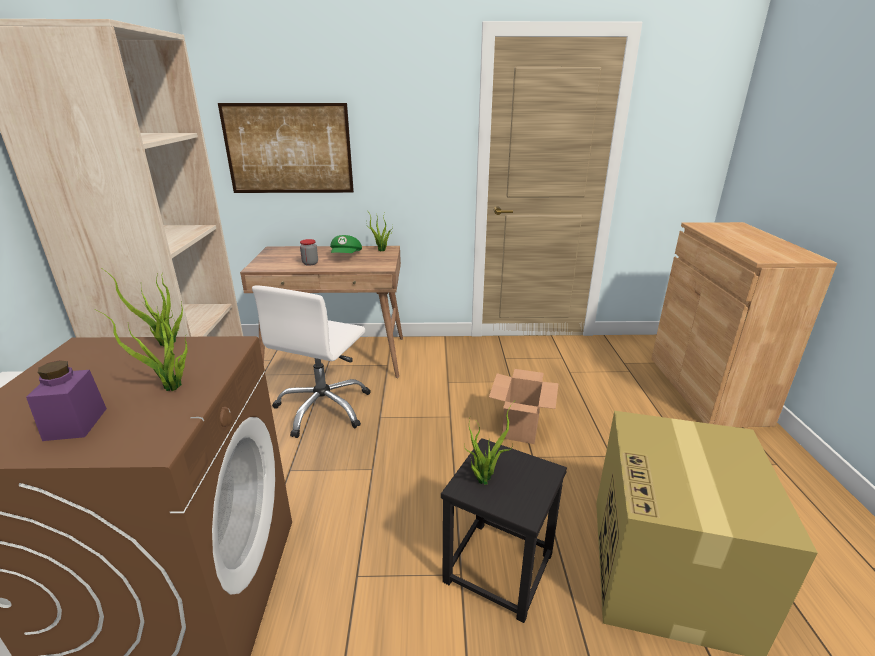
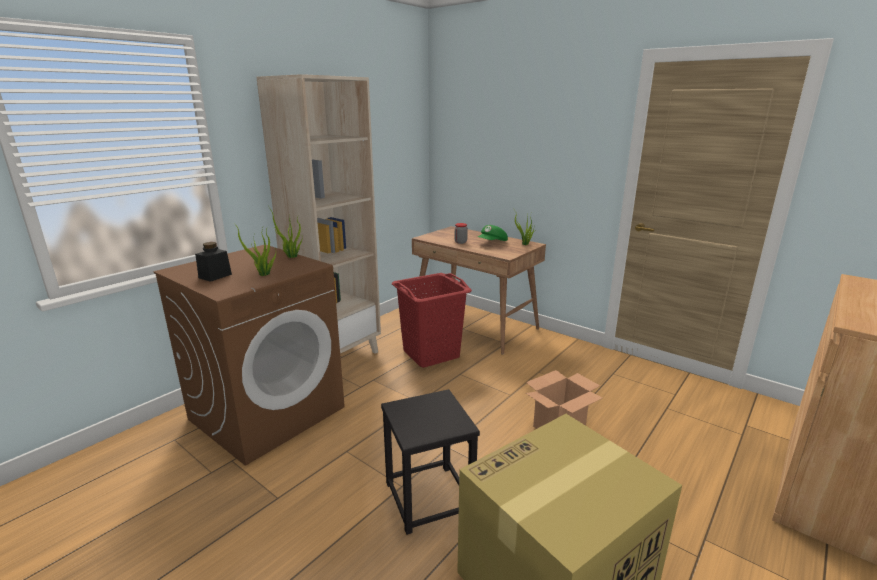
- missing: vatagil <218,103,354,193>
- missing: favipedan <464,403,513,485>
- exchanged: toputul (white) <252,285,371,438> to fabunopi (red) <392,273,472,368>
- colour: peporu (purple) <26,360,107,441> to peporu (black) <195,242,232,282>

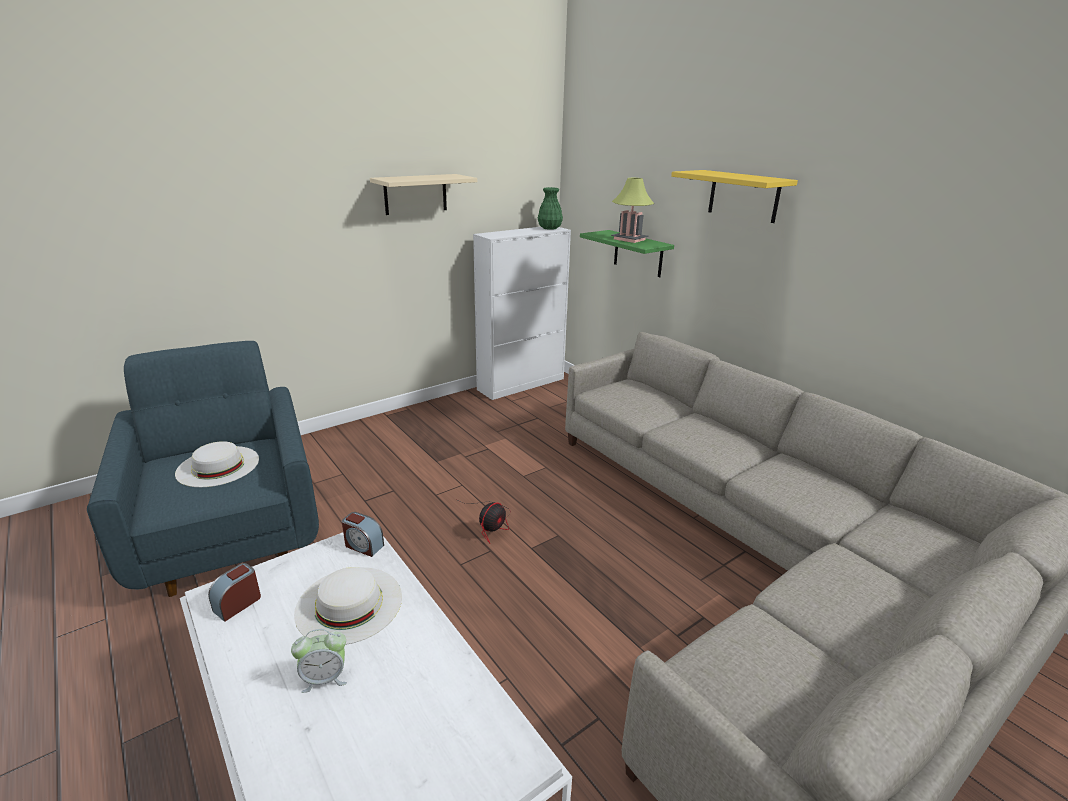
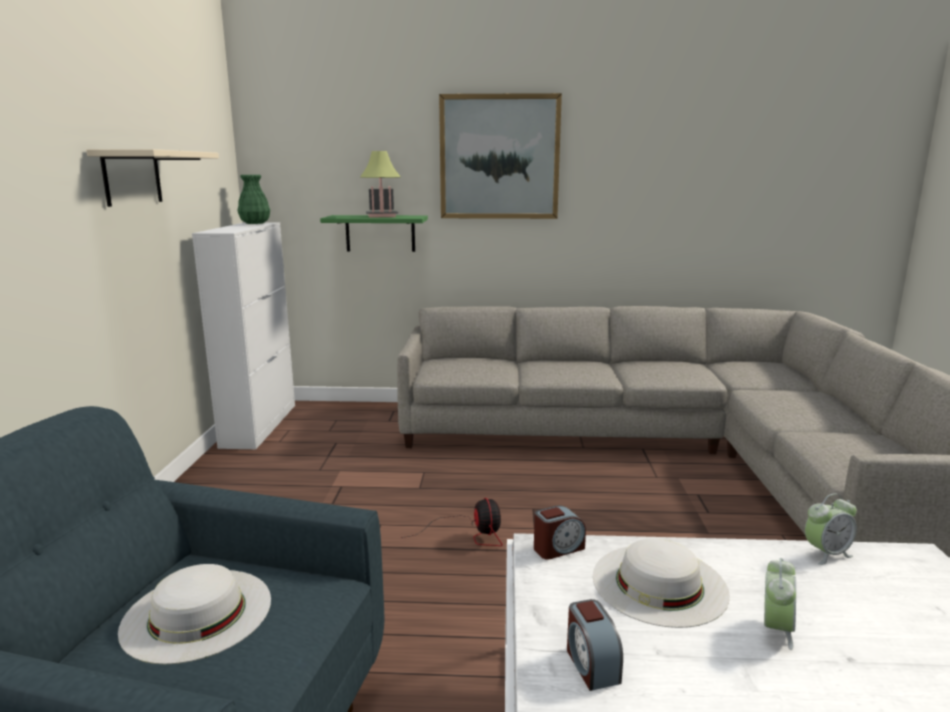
- appeared: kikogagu <805,494,857,565>
- exchanged: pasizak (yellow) <671,170,798,223> to vatagil <439,93,562,219>

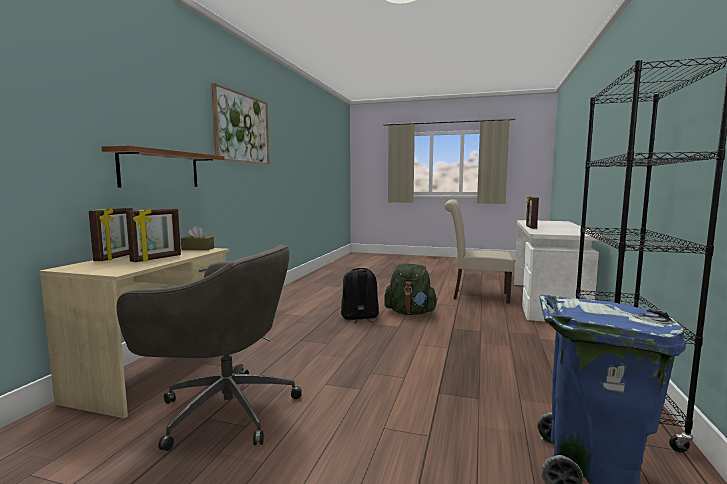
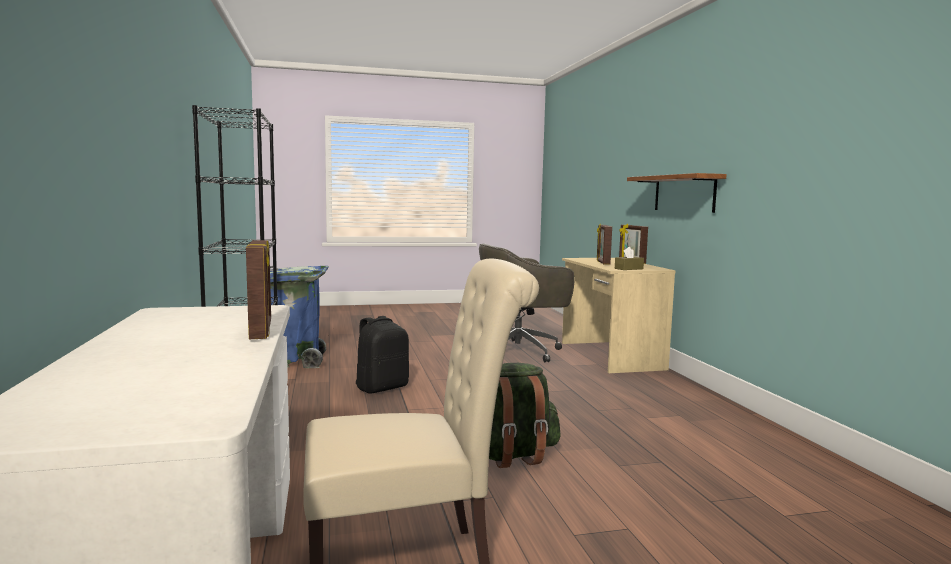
- missing: vatagil <211,83,270,164>
- relocated: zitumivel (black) <341,268,379,324> to <356,316,409,393>

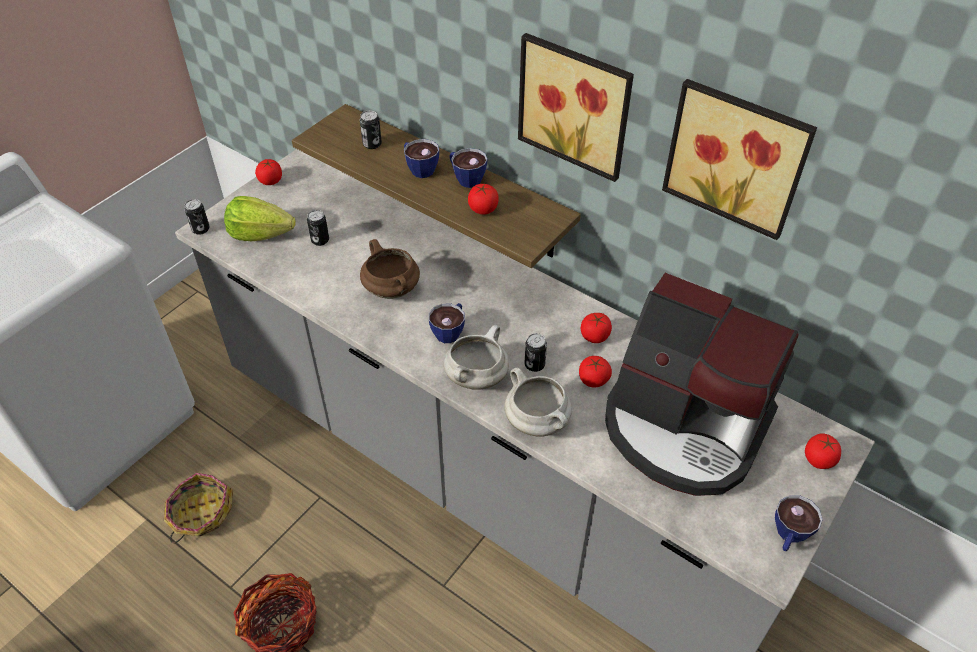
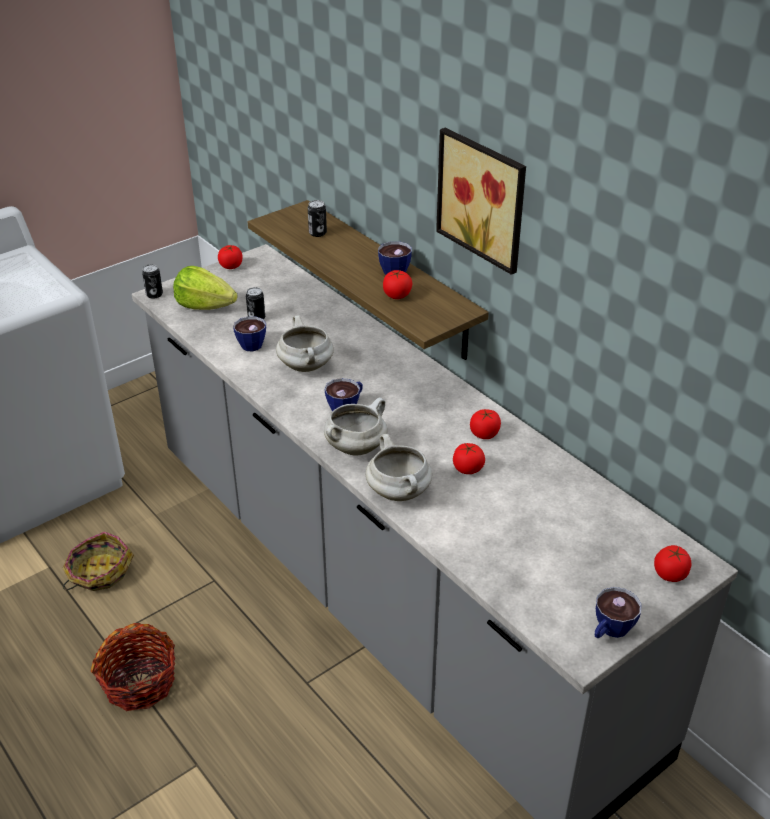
- missing: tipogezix <525,333,547,372>
- missing: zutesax <605,273,798,496>
- missing: vatagil <662,79,817,240>
- relocated: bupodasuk <404,139,439,178> to <233,316,266,351>
- colour: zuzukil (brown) <360,239,420,299> to zuzukil (white) <276,315,334,372>

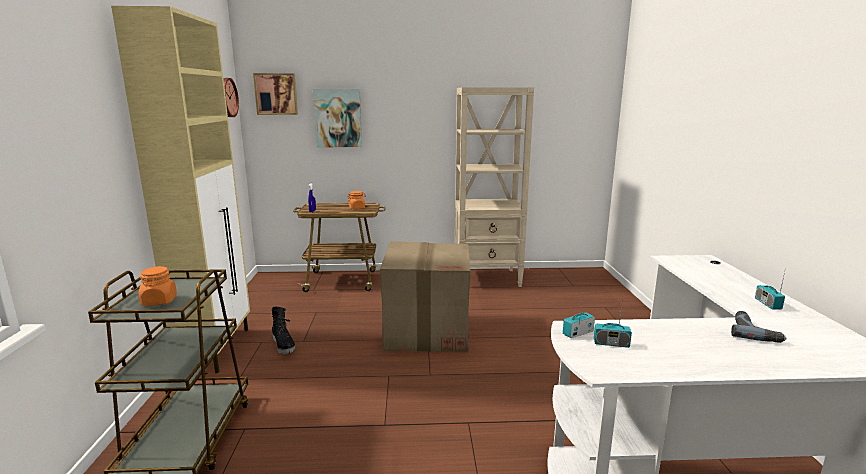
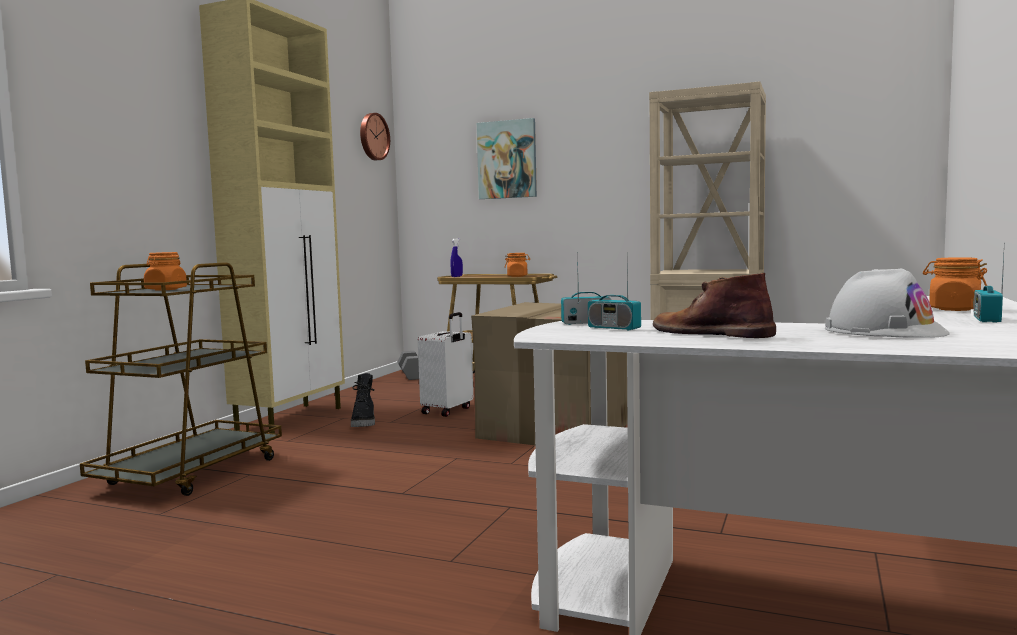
- missing: vatagil <253,73,298,115>
- appeared: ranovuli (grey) <398,351,419,380>
- appeared: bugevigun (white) <418,312,473,417>
- appeared: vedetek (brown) <653,273,776,338>
- appeared: peporu (orange) <923,257,987,311>
- exchanged: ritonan <731,311,787,343> to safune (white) <825,268,950,338>

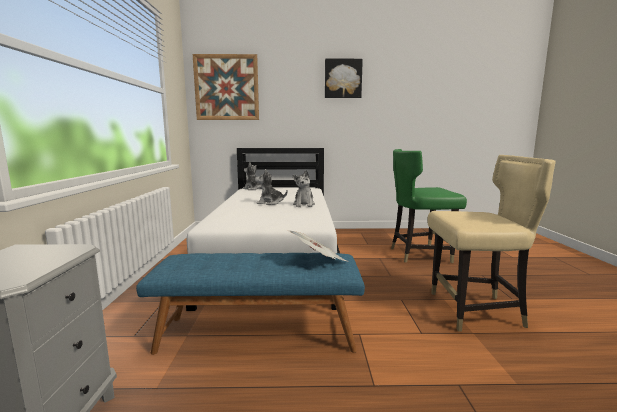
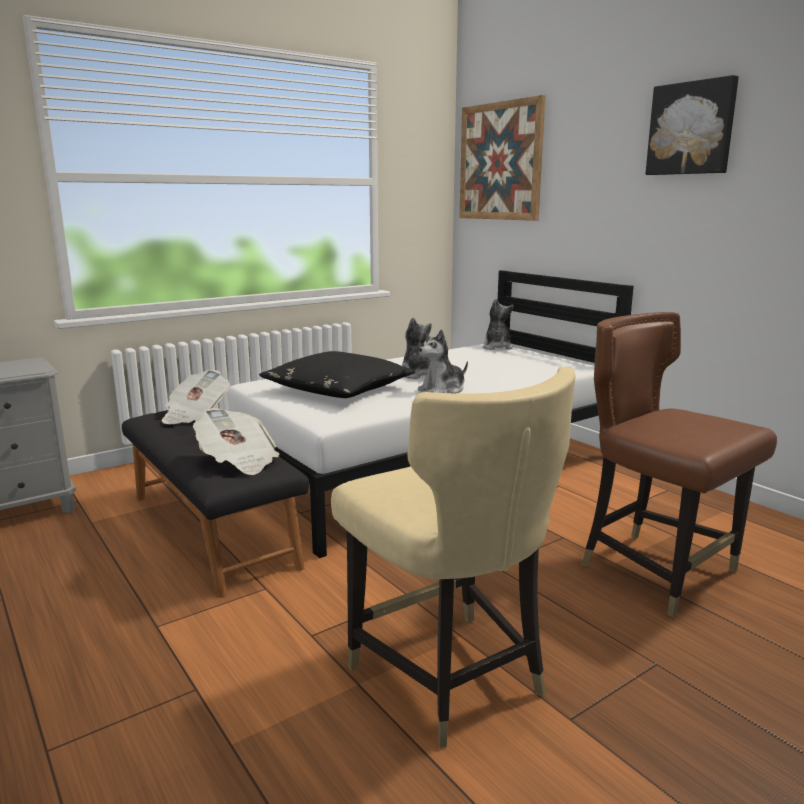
- appeared: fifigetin <161,370,230,424>
- appeared: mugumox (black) <259,351,415,398>
- colour: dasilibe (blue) <136,253,365,355> to dasilibe (black) <122,410,309,598>
- colour: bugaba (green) <391,149,467,263> to bugaba (brown) <581,312,777,617>

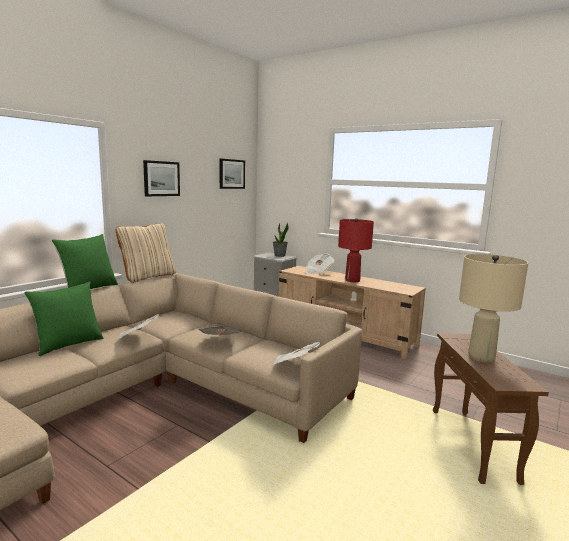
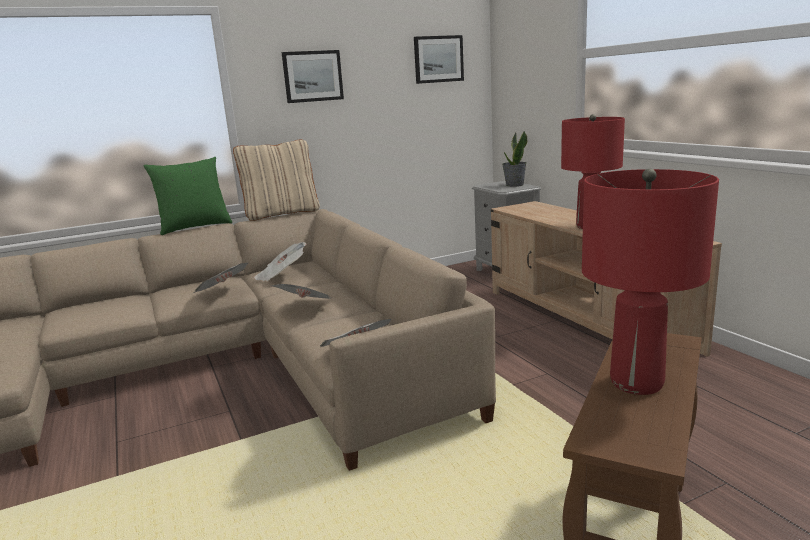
- missing: mugumox (green) <24,281,103,356>
- relocated: fifigetin <305,253,334,274> to <254,242,306,281>
- colour: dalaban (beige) <459,254,528,362> to dalaban (red) <582,169,719,395>

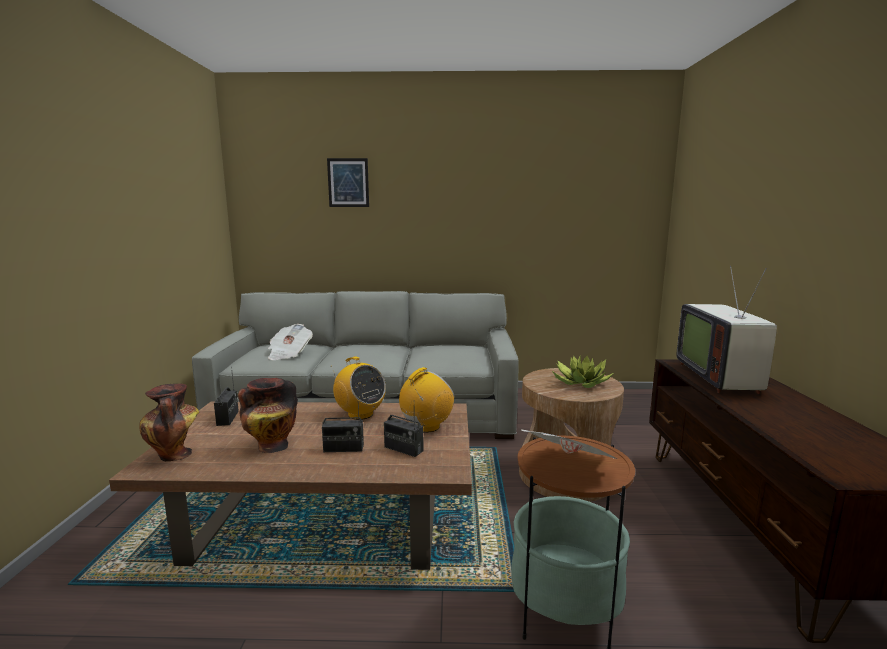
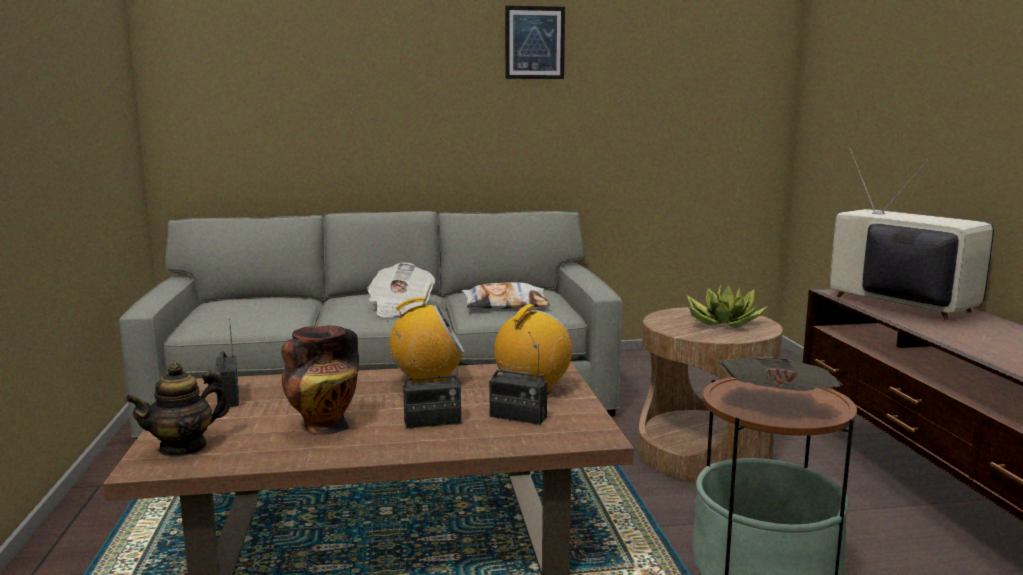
- appeared: mugumox <462,282,550,309>
- relocated: fifigetin <268,324,313,360> to <367,262,435,317>
- relocated: vatagil <327,158,369,207> to <505,6,565,79>
- exchanged: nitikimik <139,384,200,461> to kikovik <125,362,230,457>
- spun: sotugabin <331,357,386,420> = <387,297,464,383> 45 degrees counterclockwise
- spun: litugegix <676,266,777,394> = <830,148,994,320> 150 degrees clockwise

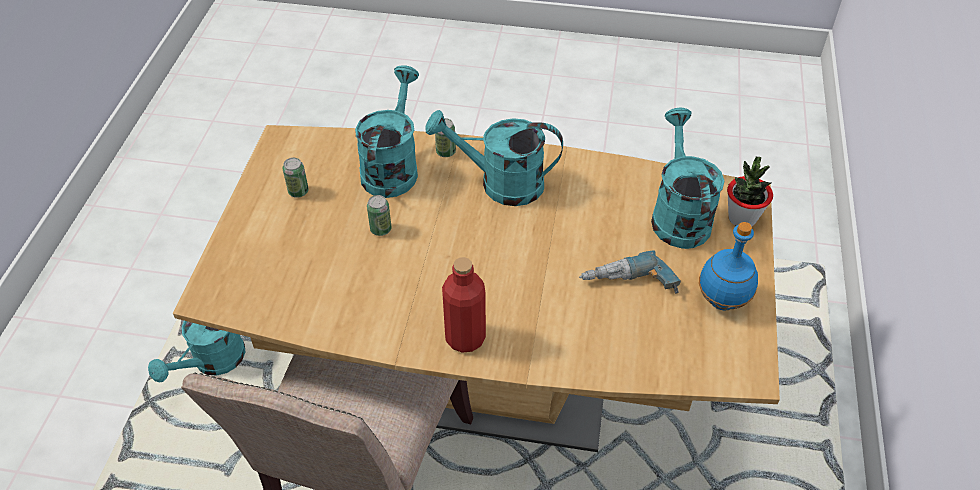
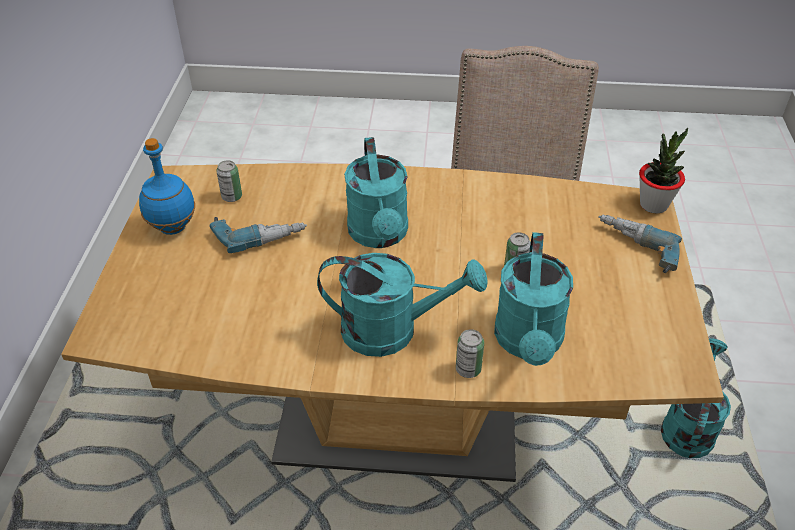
- missing: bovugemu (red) <442,257,486,353>
- appeared: ritonan <598,215,682,273>
- relocated: tipogezix <283,158,309,198> to <216,160,242,202>
- relocated: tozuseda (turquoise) <651,108,724,249> to <344,137,408,248>
- relocated: favipedan <727,156,773,226> to <639,128,688,214>

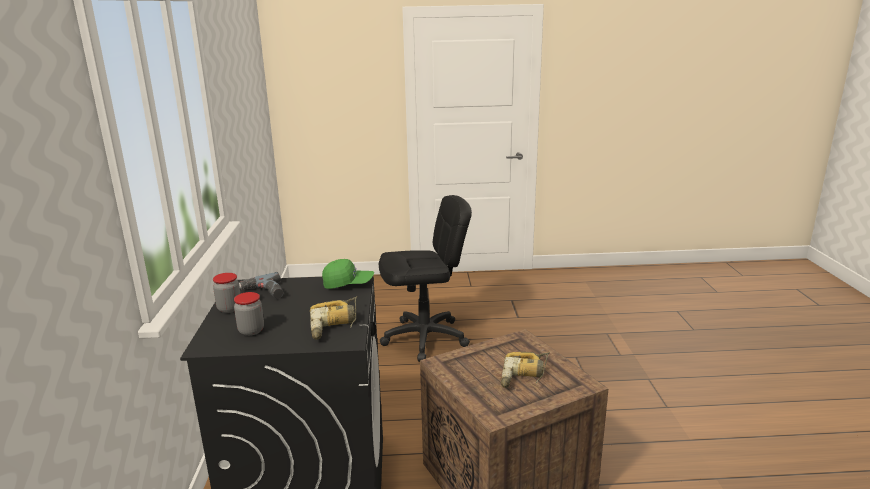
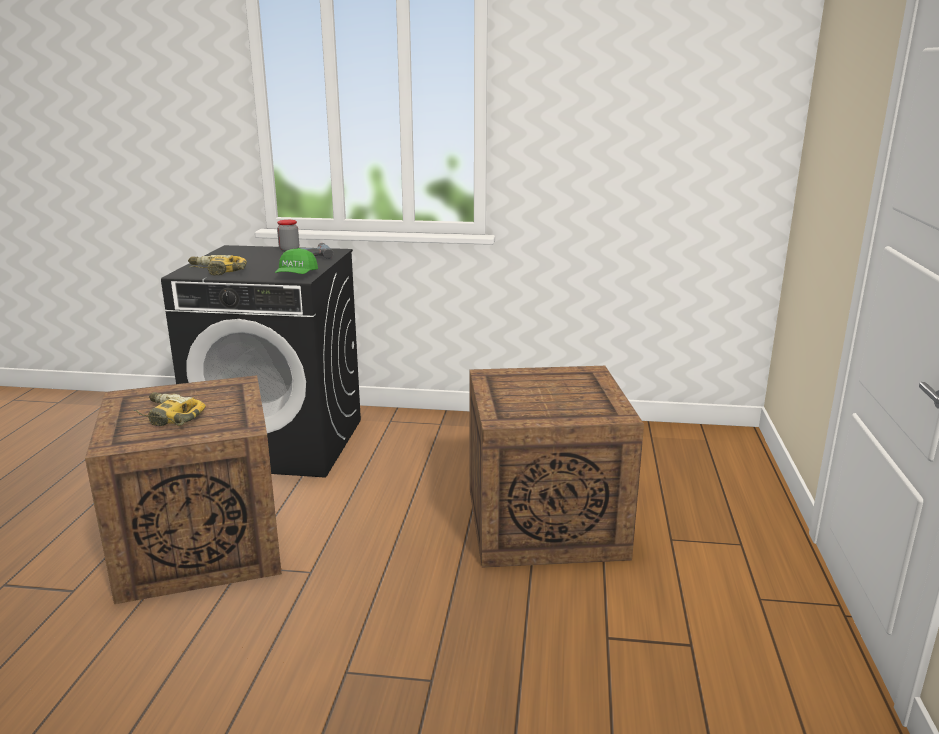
- missing: peporu <234,292,264,336>
- exchanged: toputul (black) <379,195,472,362> to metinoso <470,366,644,568>

